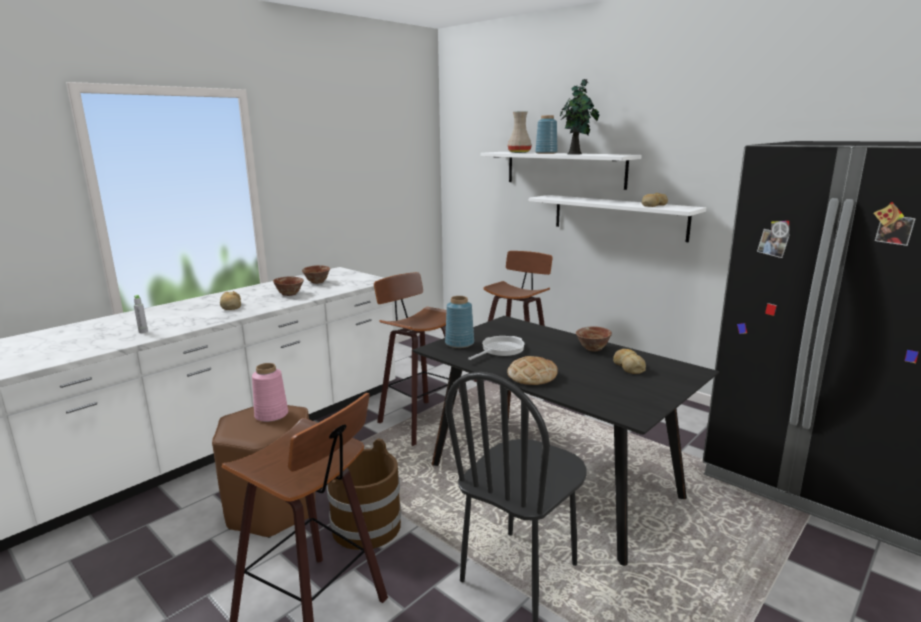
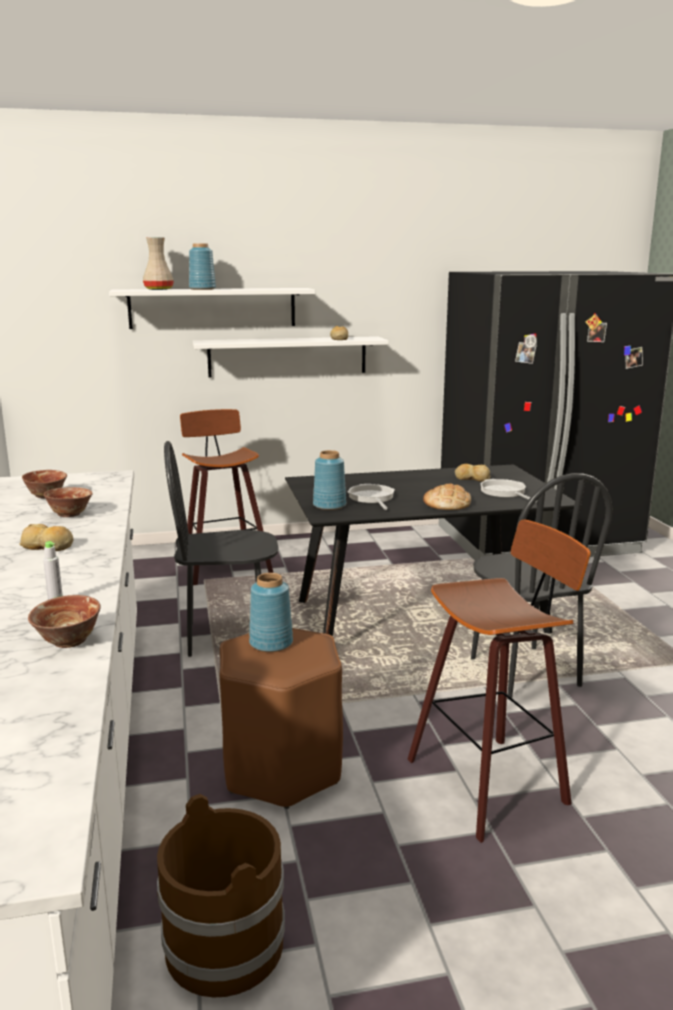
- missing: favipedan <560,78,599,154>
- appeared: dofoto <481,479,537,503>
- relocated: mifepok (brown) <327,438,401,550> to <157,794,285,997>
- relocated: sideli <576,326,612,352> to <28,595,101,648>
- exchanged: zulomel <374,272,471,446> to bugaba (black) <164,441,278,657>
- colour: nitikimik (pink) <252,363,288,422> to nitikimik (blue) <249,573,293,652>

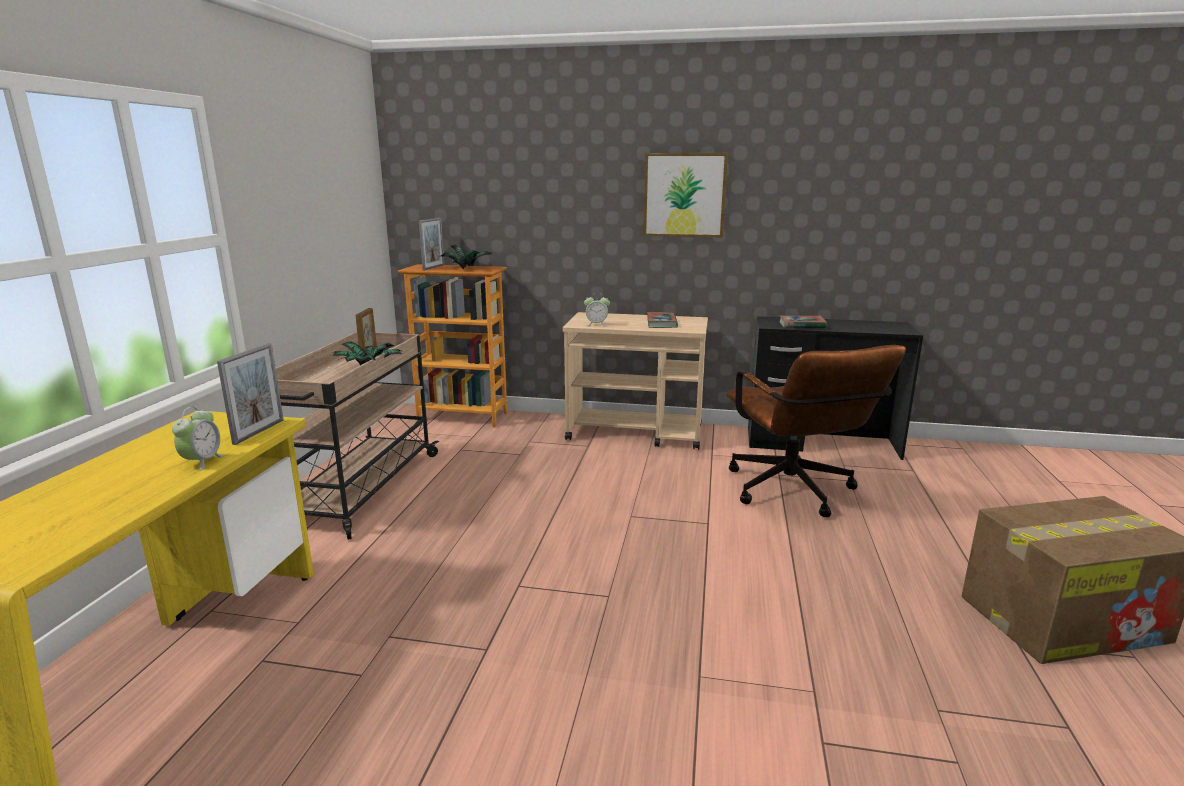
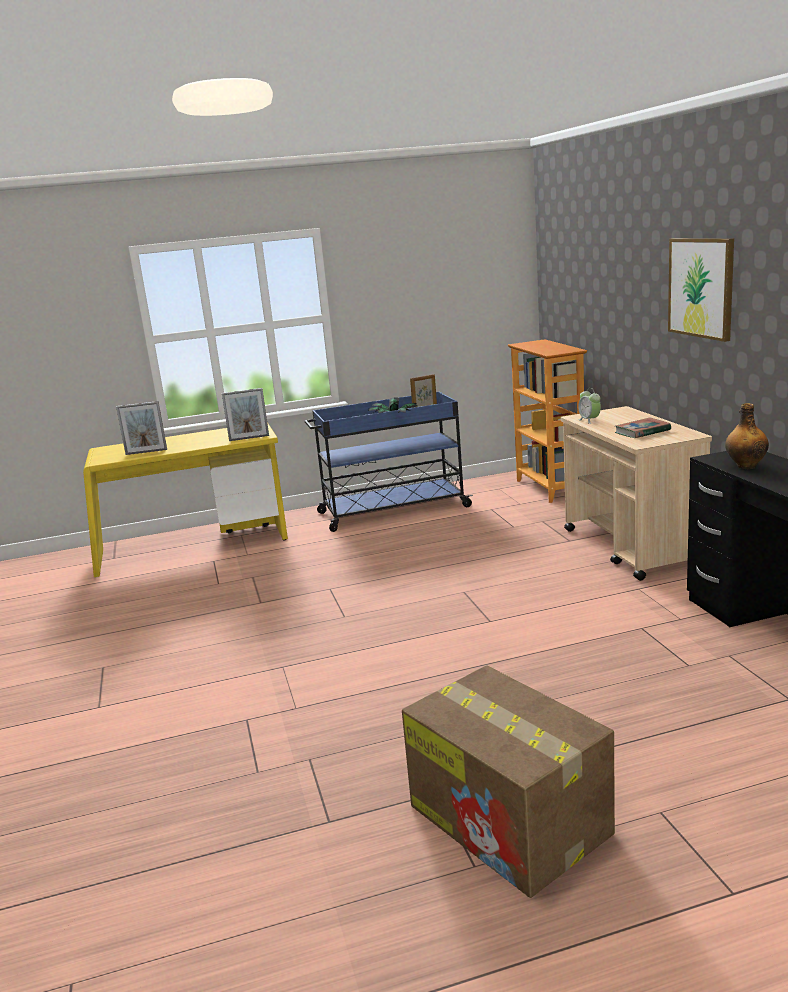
- missing: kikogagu <172,407,225,471>
- missing: favipedan <440,245,493,269>
- missing: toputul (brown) <727,345,906,517>
- relocated: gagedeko <419,218,444,271> to <116,401,167,455>
- exchanged: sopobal <779,315,827,328> to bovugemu <725,403,769,469>
- colour: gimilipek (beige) <276,332,439,540> to gimilipek (blue) <304,392,473,532>

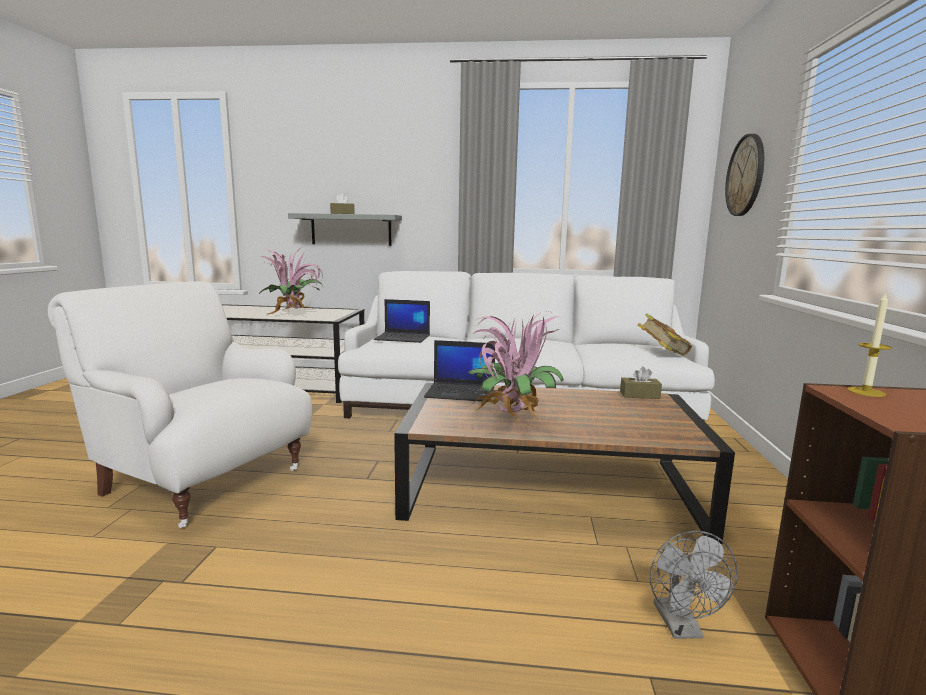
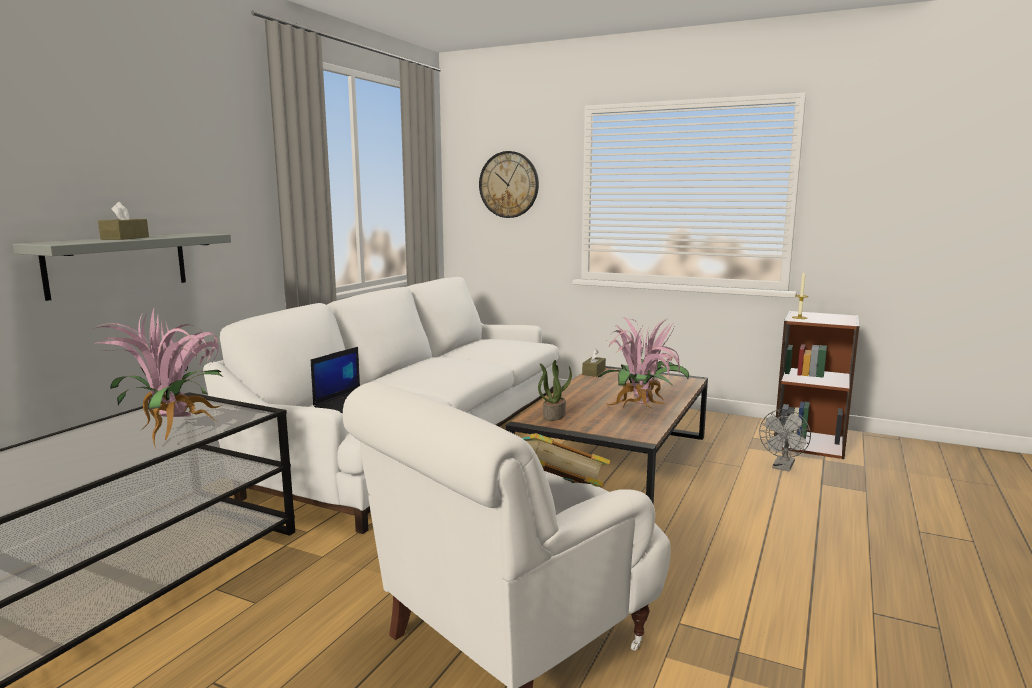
- relocated: sopobal <638,314,692,356> to <522,433,611,487>
- exchanged: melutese <424,340,495,402> to favipedan <538,360,572,421>
- spun: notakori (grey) <650,531,738,639> = <759,409,811,471> 105 degrees clockwise

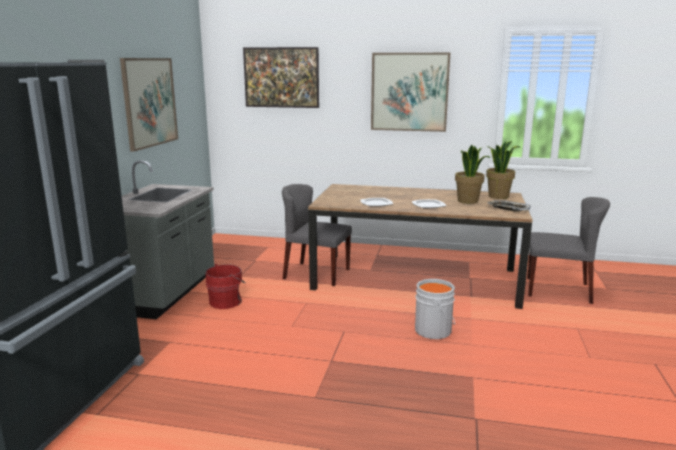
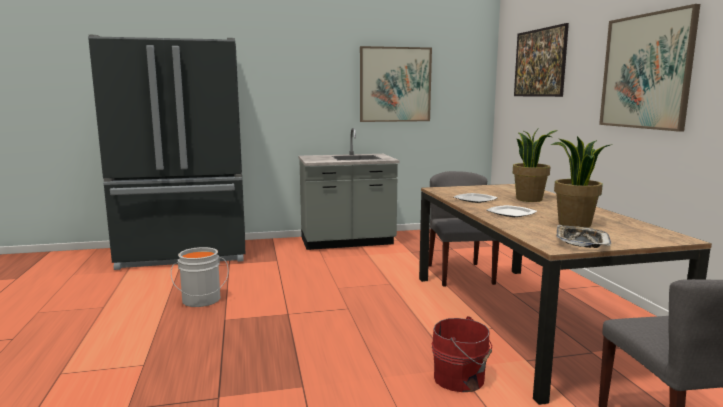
- relocated: mifepok (red) <206,264,245,309> to <432,316,492,392>
- relocated: mifepok (grey) <415,279,455,339> to <171,247,229,307>
- relocated: favipedan <486,141,519,199> to <513,128,558,202>

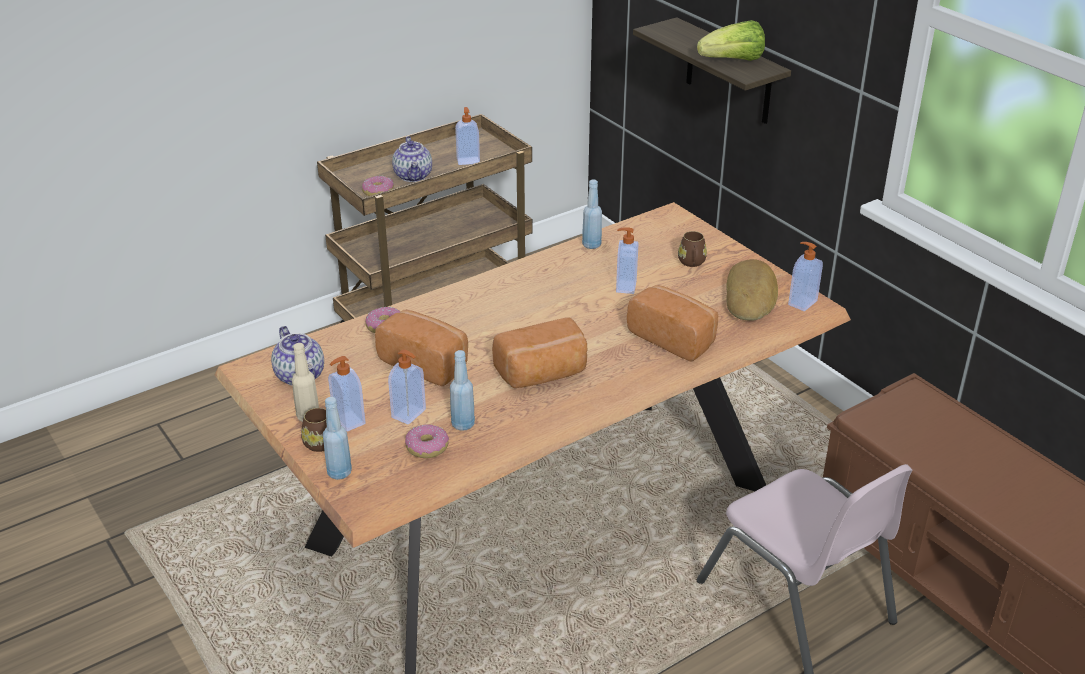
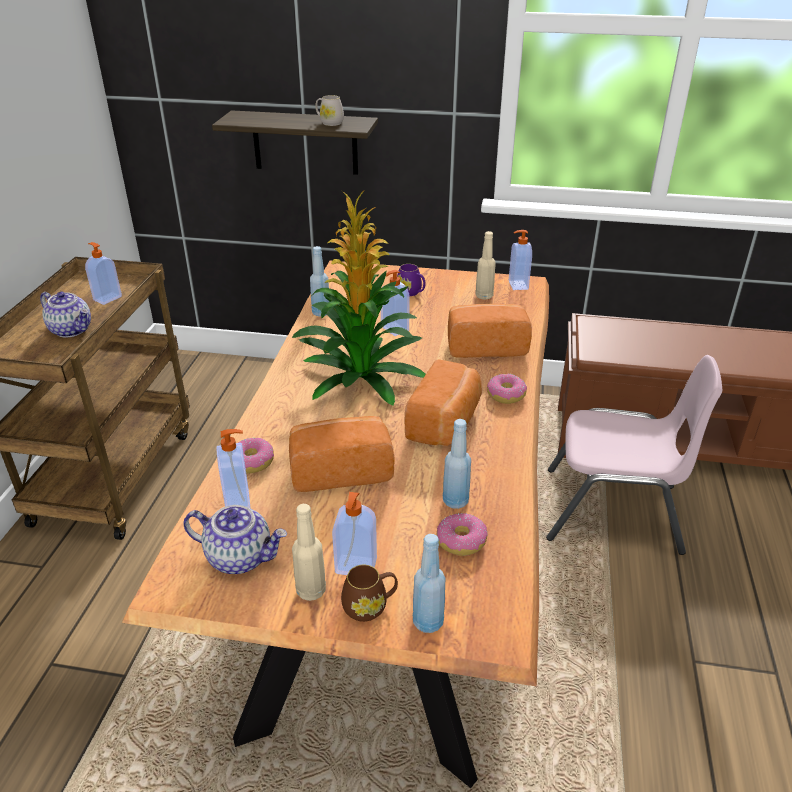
- appeared: favipedan <292,190,426,406>
- relocated: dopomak <362,176,394,196> to <487,374,527,404>
- relocated: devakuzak <388,349,426,424> to <217,429,250,508>
- exchanged: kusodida <697,20,765,61> to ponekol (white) <316,95,344,126>
- exchanged: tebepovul <726,259,778,321> to bovugemu (beige) <475,231,496,299>
- colour: ponekol (brown) <678,231,707,267> to ponekol (purple) <397,264,425,296>

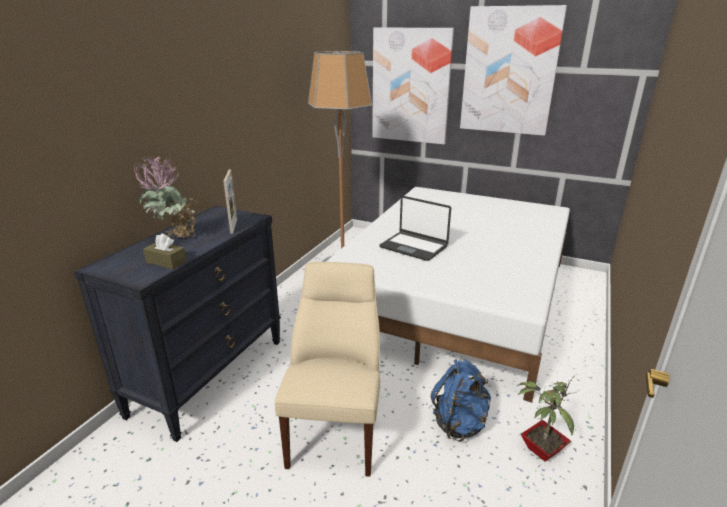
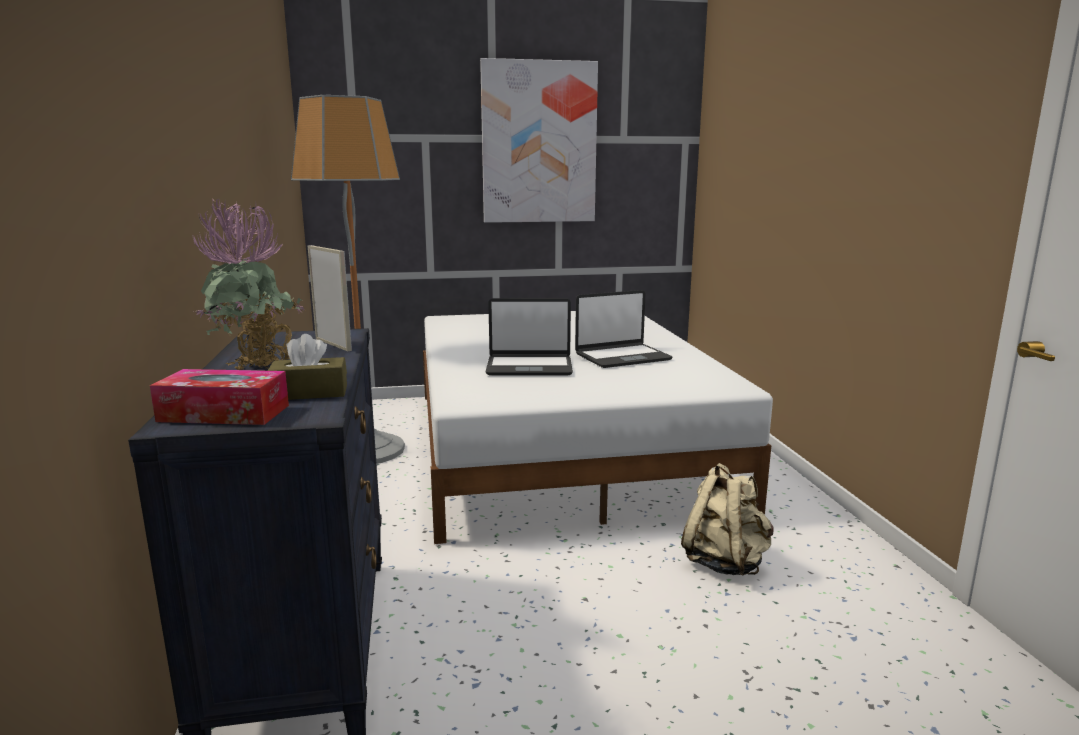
- missing: bugaba (beige) <275,262,380,477>
- missing: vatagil <372,28,454,144>
- missing: favipedan <518,376,576,462>
- appeared: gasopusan <150,369,289,425>
- appeared: melutese <575,290,672,368>
- colour: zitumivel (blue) <431,359,491,442> to zitumivel (beige) <681,463,774,576>

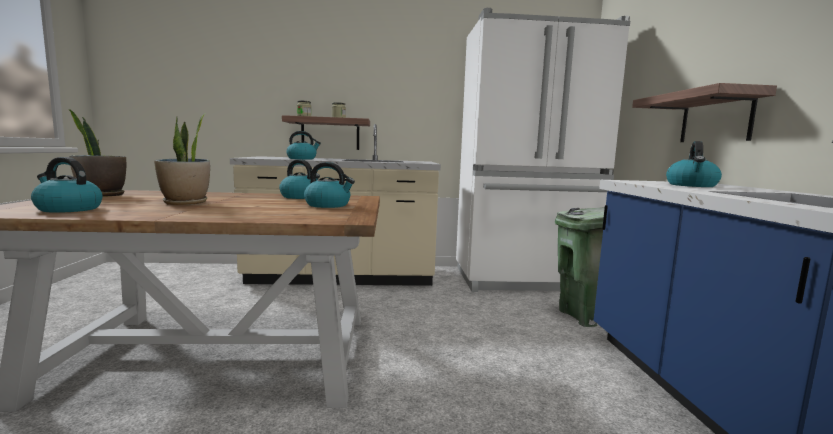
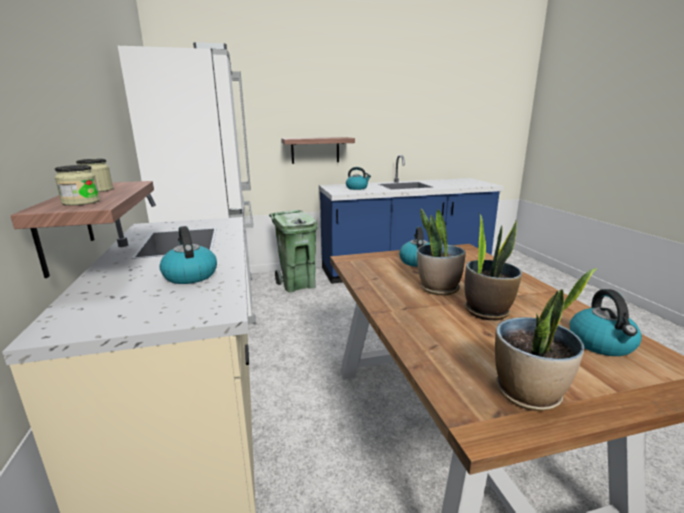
- missing: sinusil <279,159,320,199>
- appeared: favipedan <417,209,465,295>

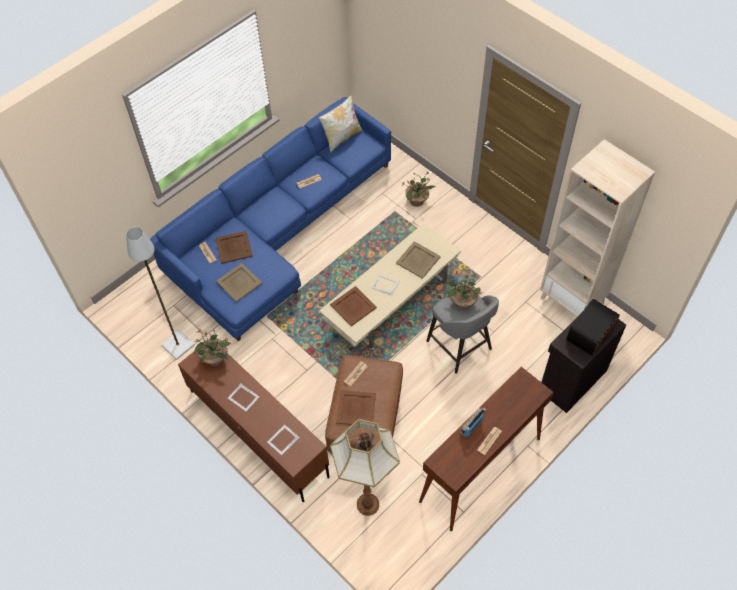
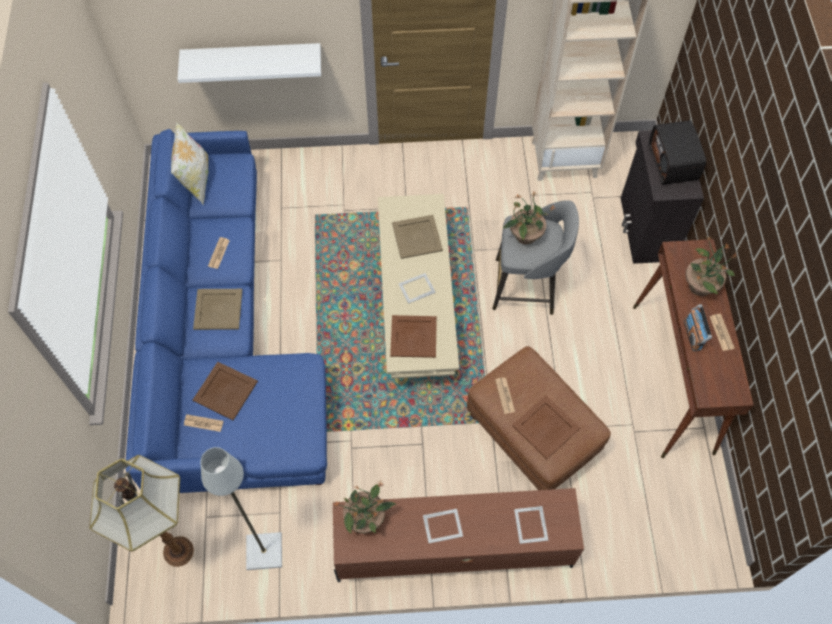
- appeared: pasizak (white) <178,43,321,83>
- relocated: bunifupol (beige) <216,263,262,302> to <193,289,242,330>
- relocated: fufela <330,419,400,516> to <89,455,194,567>
- relocated: favipedan <402,171,435,207> to <686,237,737,296>

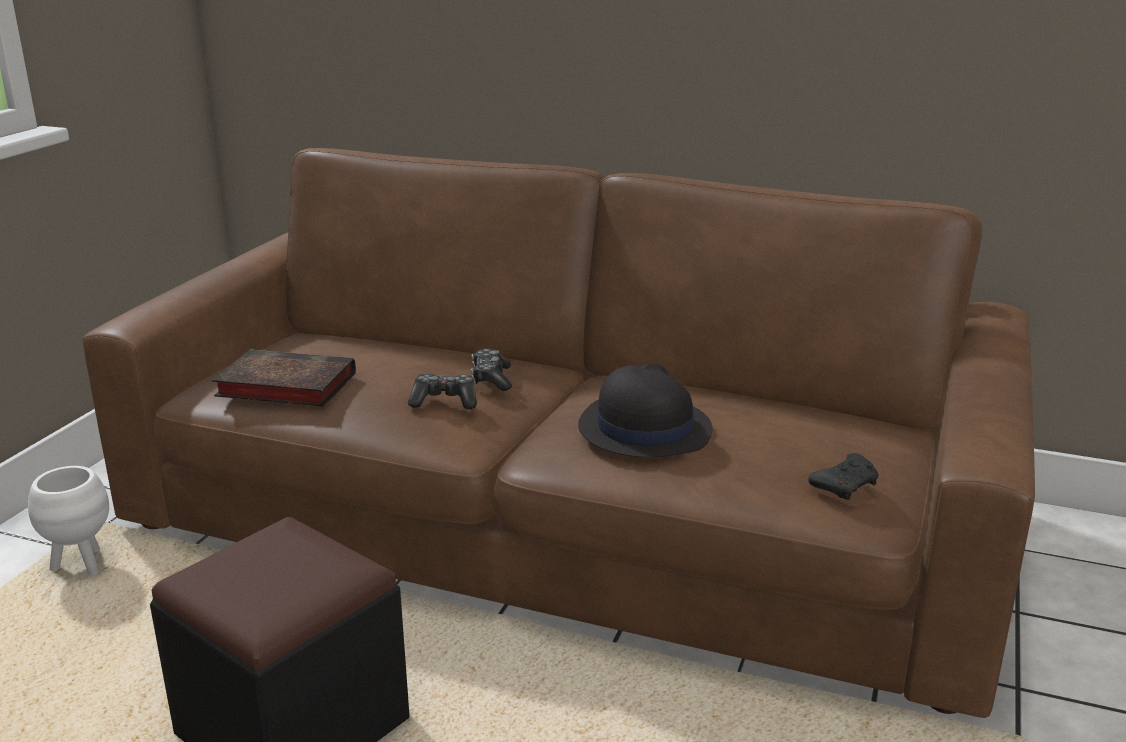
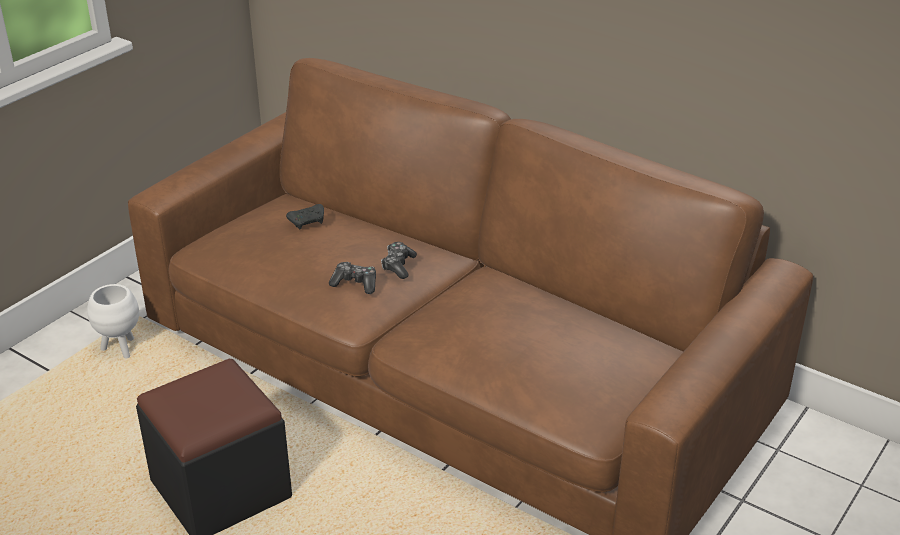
- missing: sopobal <212,349,356,407>
- missing: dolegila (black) <578,363,713,458>
- relocated: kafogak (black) <808,453,879,500> to <286,204,324,229>

